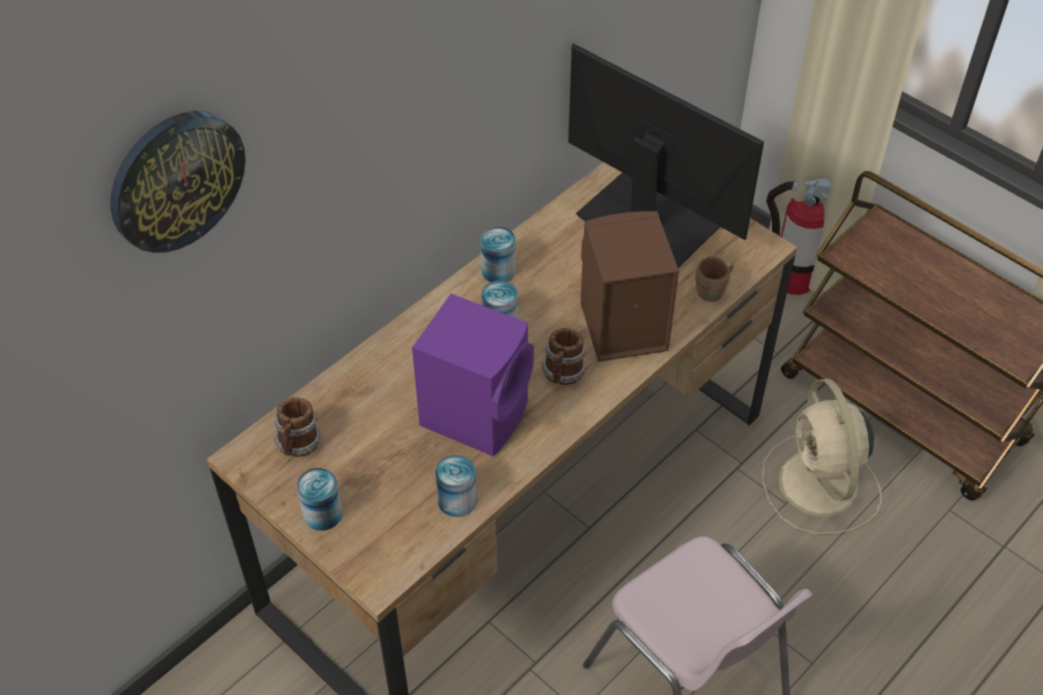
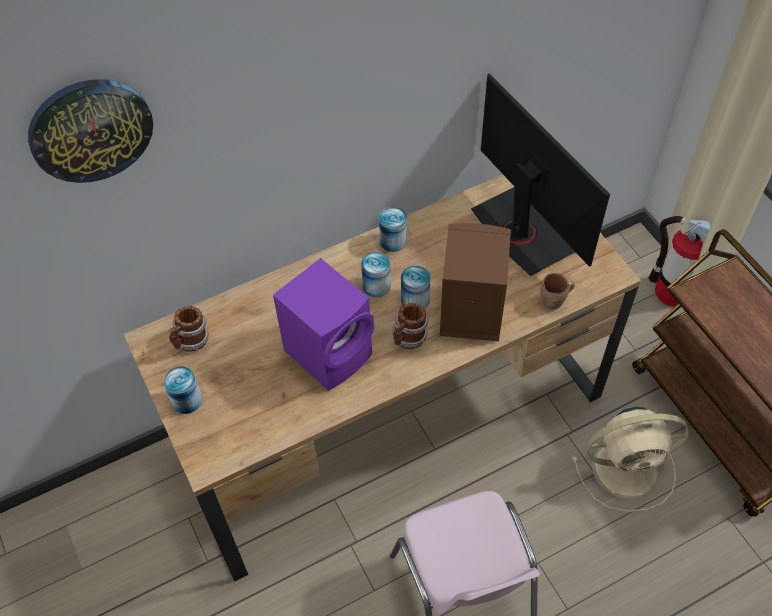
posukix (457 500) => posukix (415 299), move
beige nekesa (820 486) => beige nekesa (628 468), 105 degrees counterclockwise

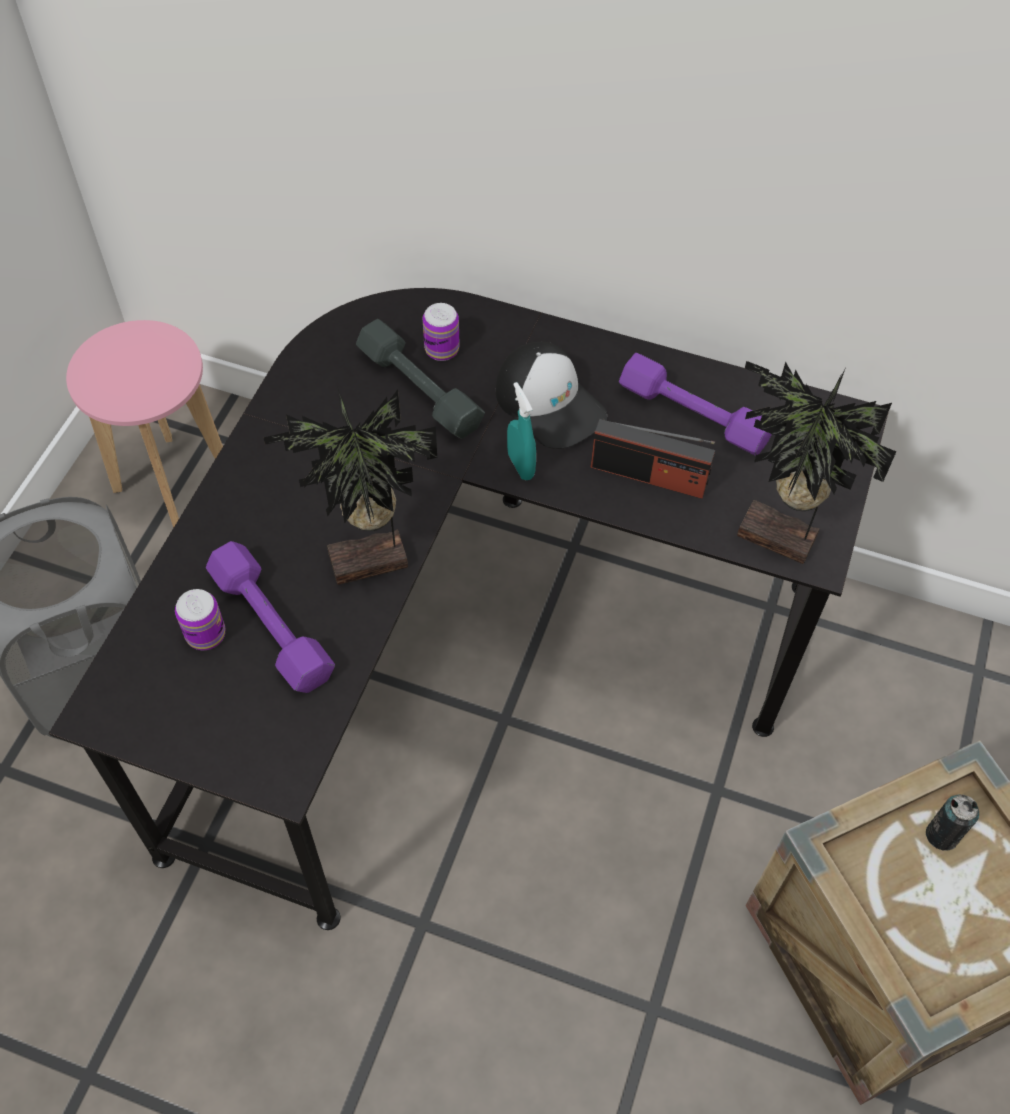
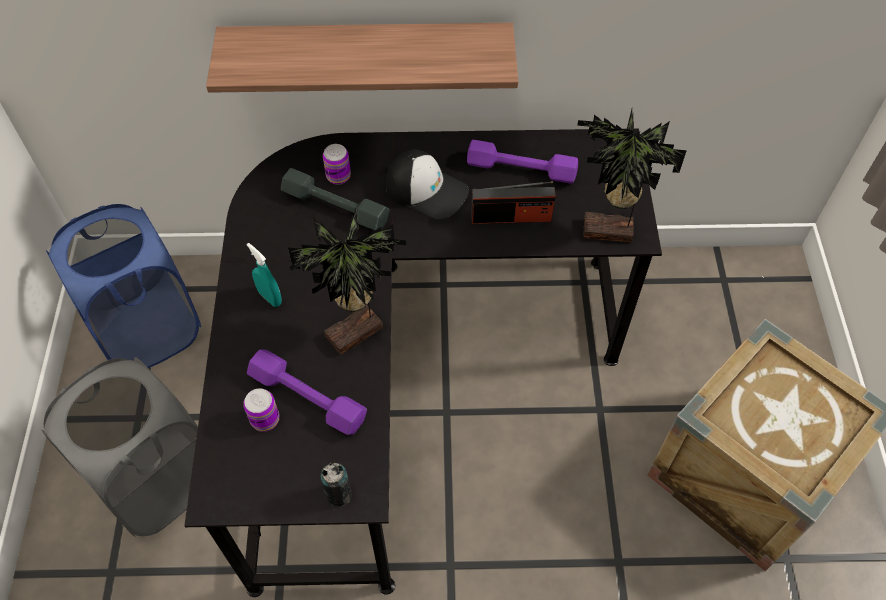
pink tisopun (172 482) => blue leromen (148 330)
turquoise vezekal (520 466) => turquoise vezekal (270 297), move
posukix (941 835) => posukix (339 494), move
nothing => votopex (367 53)

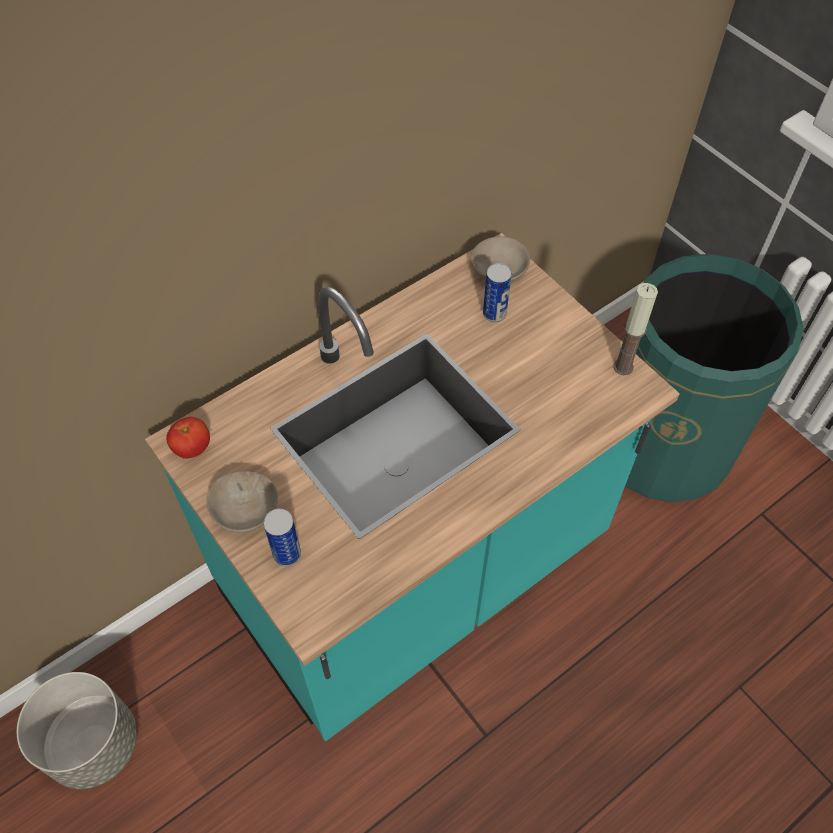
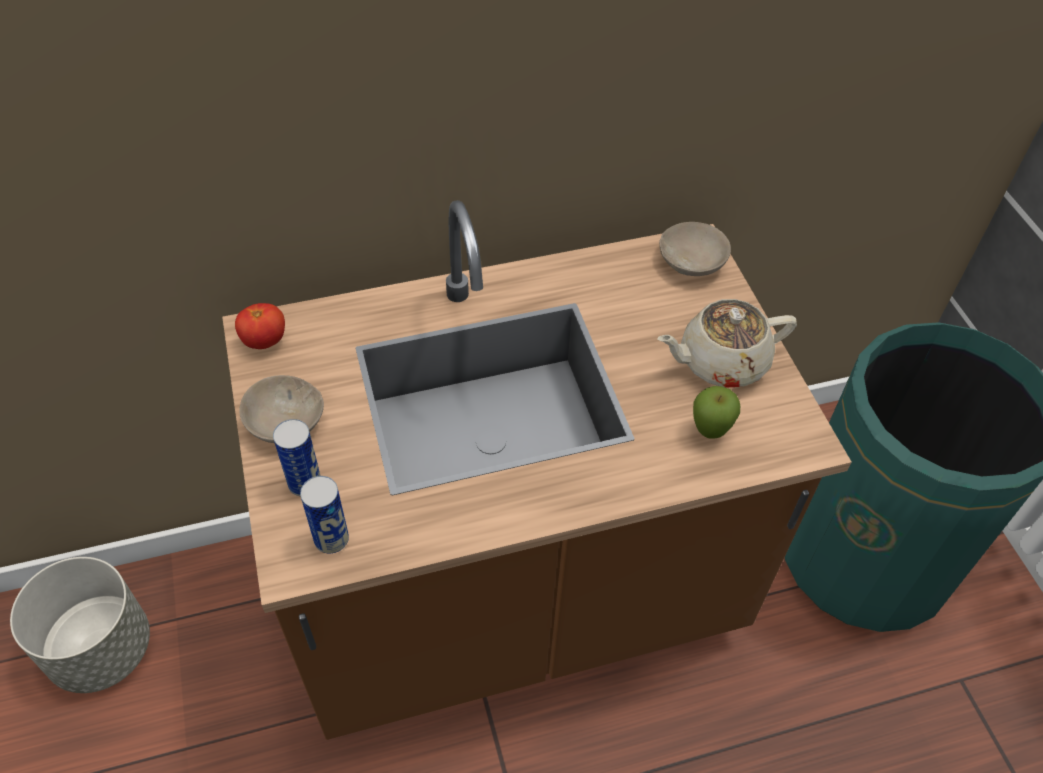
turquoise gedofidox (416 571) => brown gedofidox (515 595)
posukix (494 314) => posukix (331 539), move
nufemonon (623 367) => nothing
nothing => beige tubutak (721 362)
nothing => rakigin (709 432)

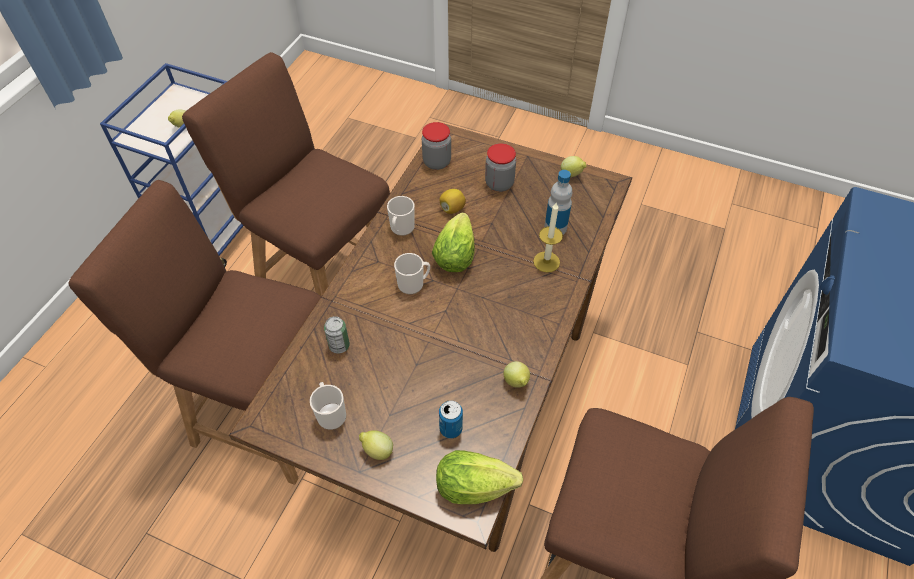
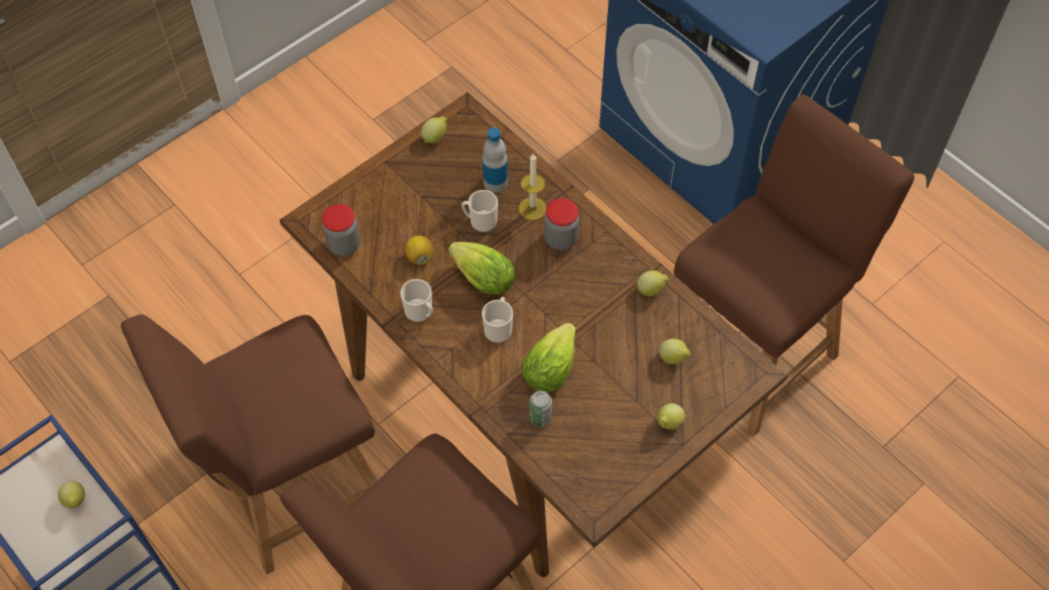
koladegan (330 413) => koladegan (480 221), move
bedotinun (479 486) => bedotinun (552 366), move
posukix (451 429) => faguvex (673 358)
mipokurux (499 184) => mipokurux (561 239), move

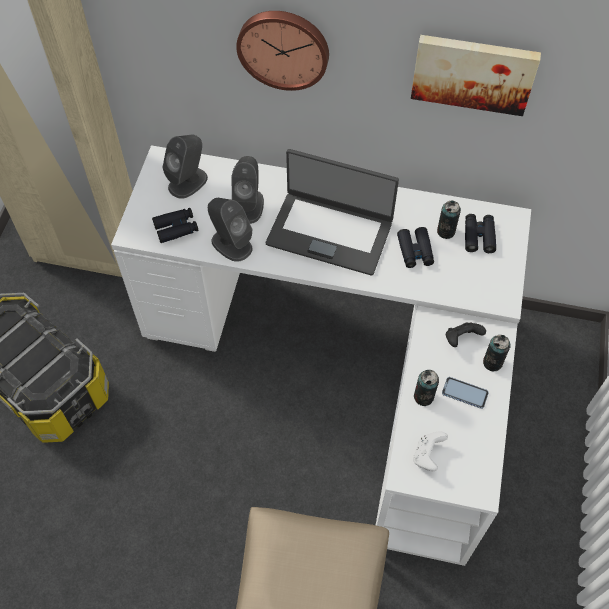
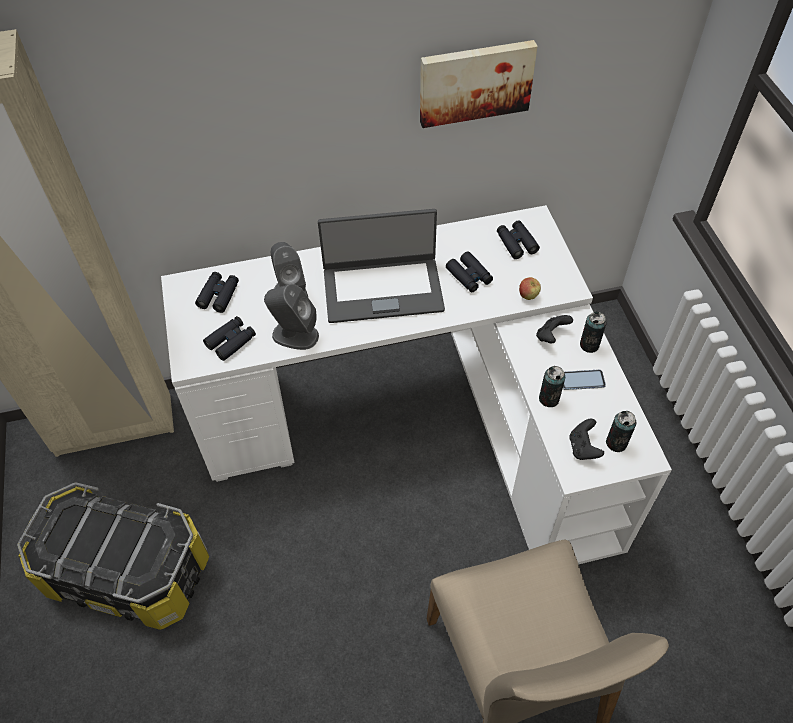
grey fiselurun (188 182) => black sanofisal (219 295)
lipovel (284 48) => nothing
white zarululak (427 455) => black zarululak (583 448)
posukix (446 231) => posukix (616 443), move
nothing => rakigin (528 296)

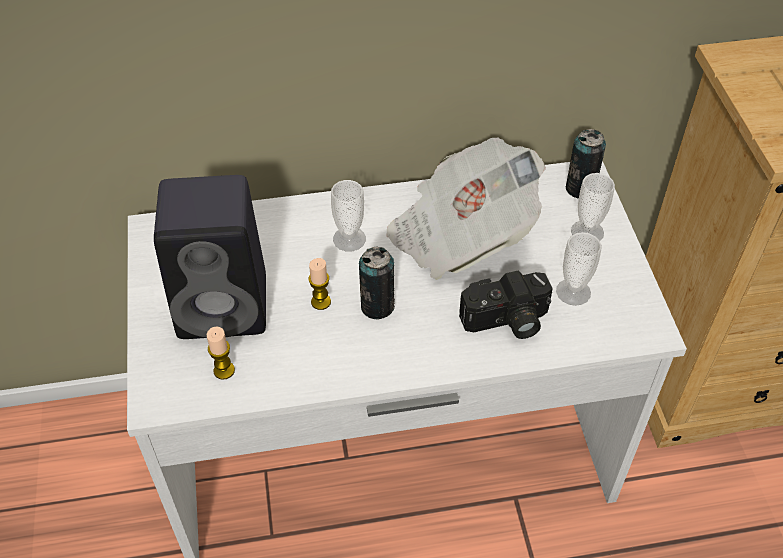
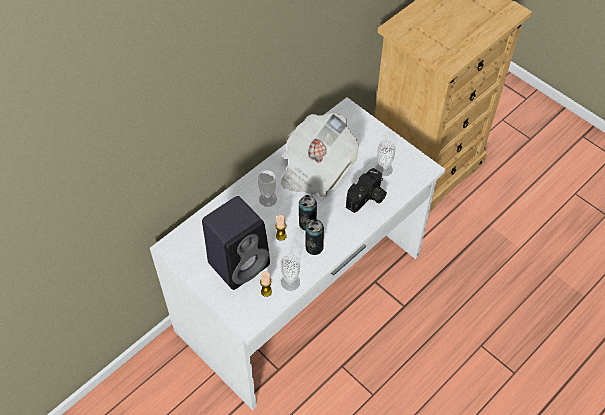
posukix (580 188) => posukix (314 247), move
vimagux (587 232) => vimagux (290 282), move

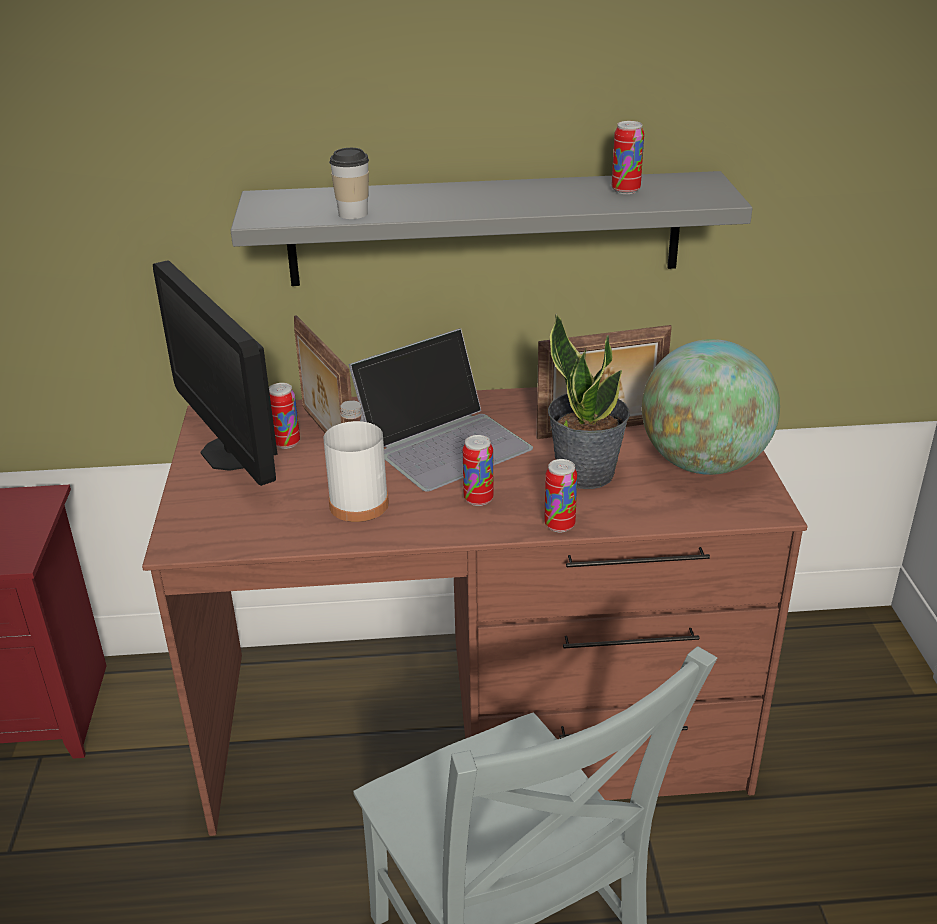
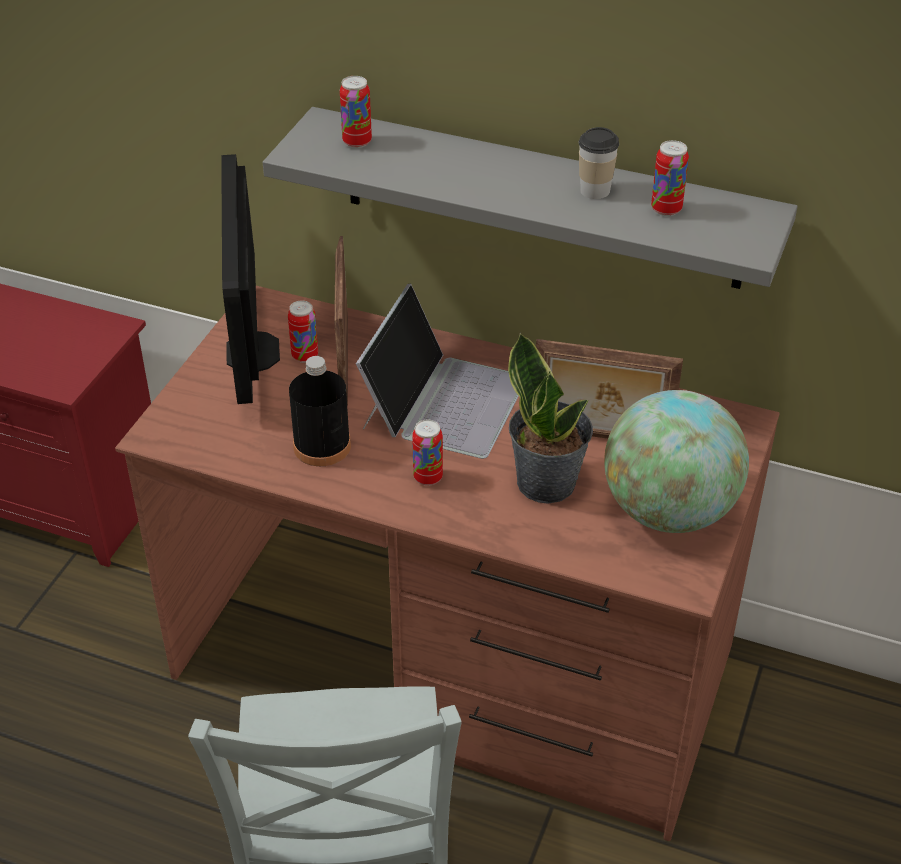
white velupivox (359 504) => black velupivox (322 446)
vimagux (353 214) => vimagux (595 190), move
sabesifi (443 441) => sabesifi (444 400), 60 degrees counterclockwise
posukix (559 525) => posukix (357 142), move

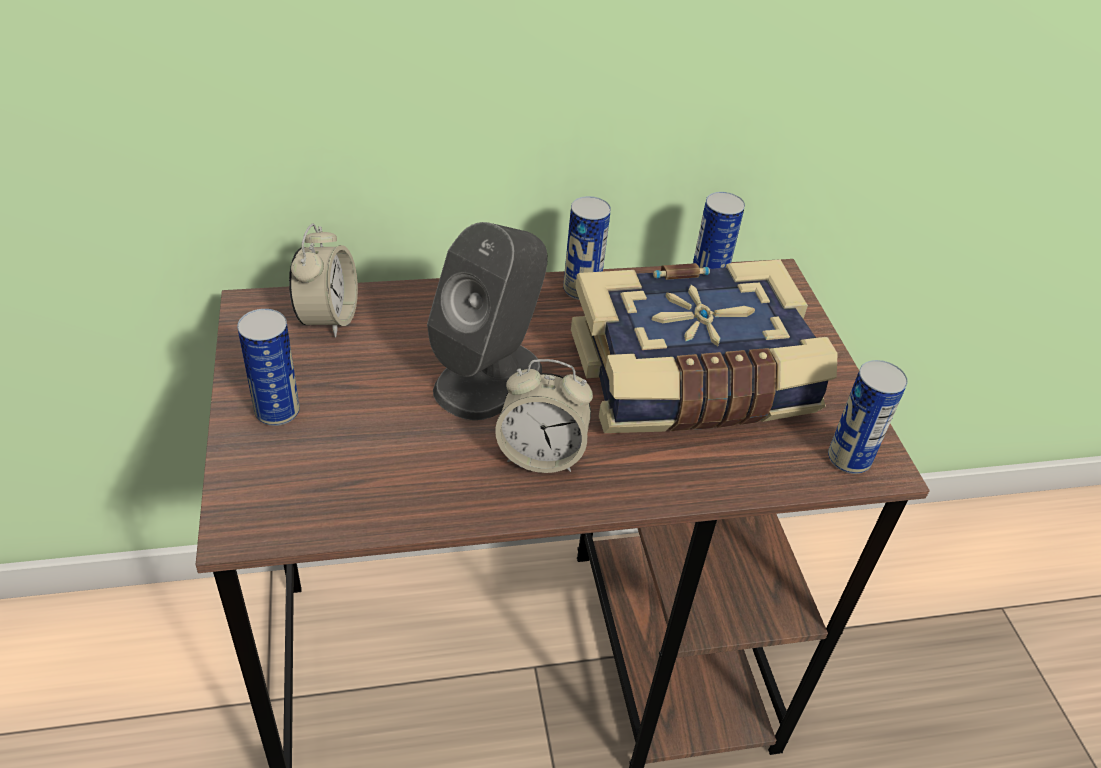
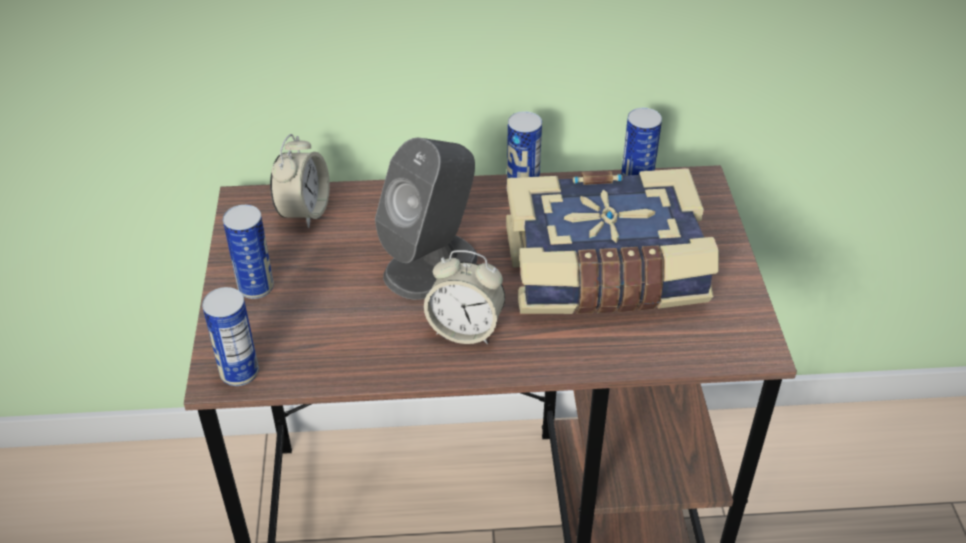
posukix (849 459) => posukix (239 372), move

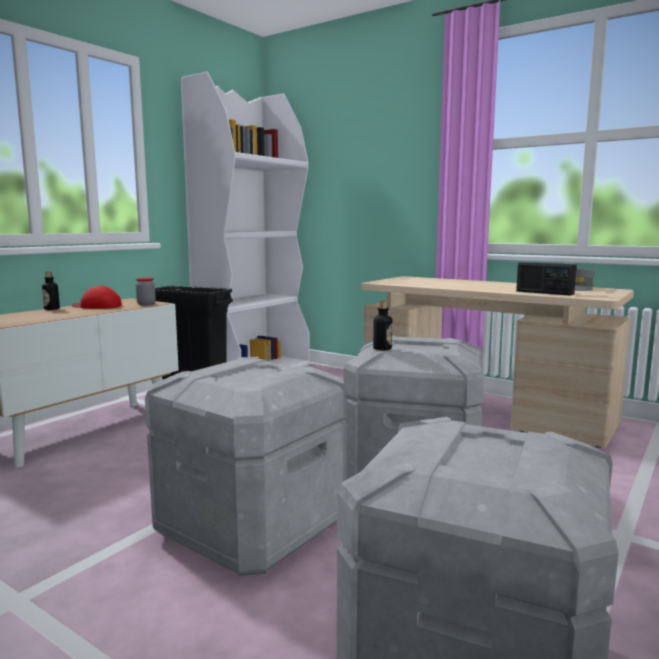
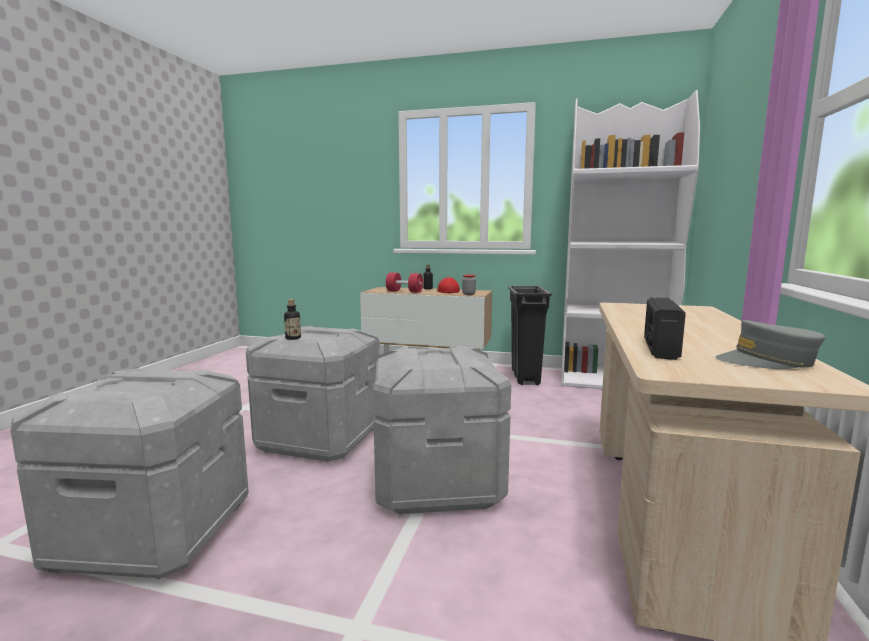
velupivox (382 348) => velupivox (293 338), move
nothing => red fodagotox (404 291)

